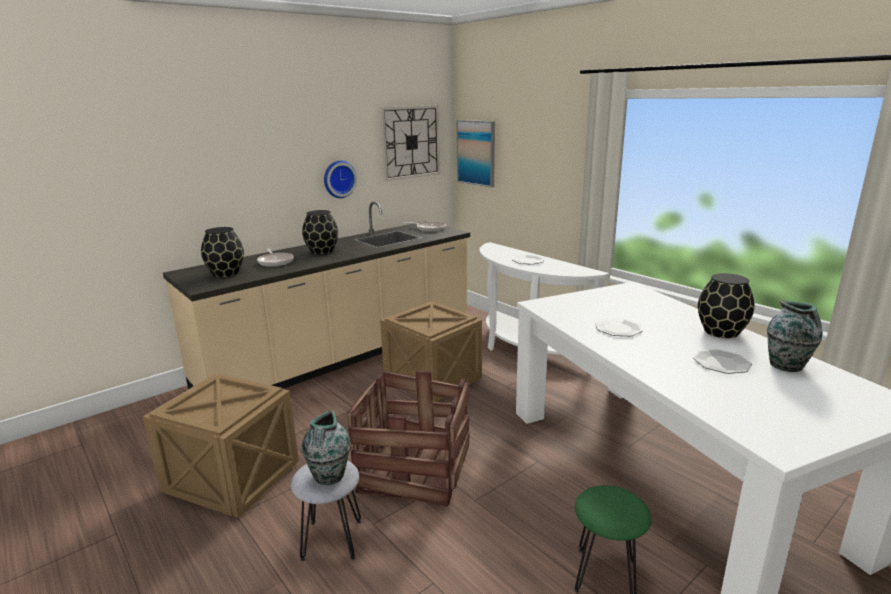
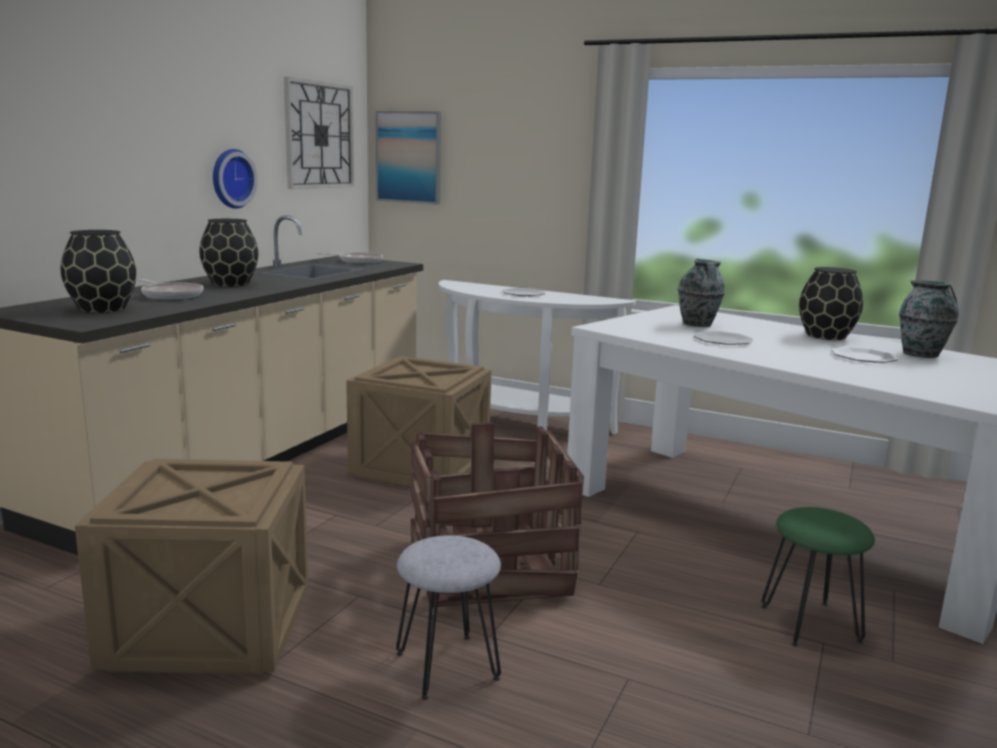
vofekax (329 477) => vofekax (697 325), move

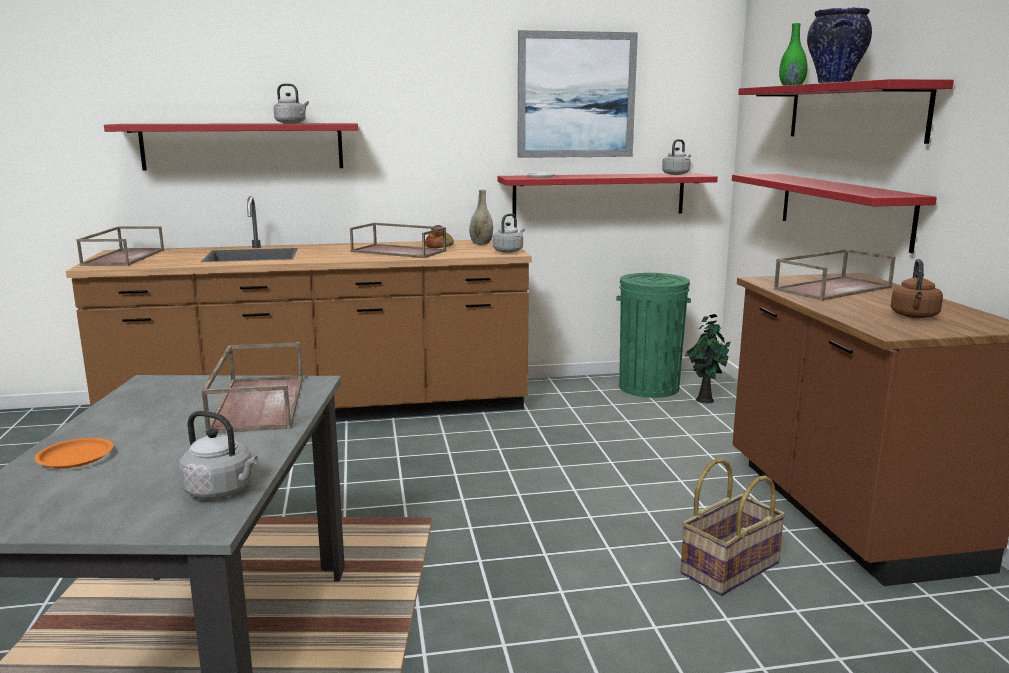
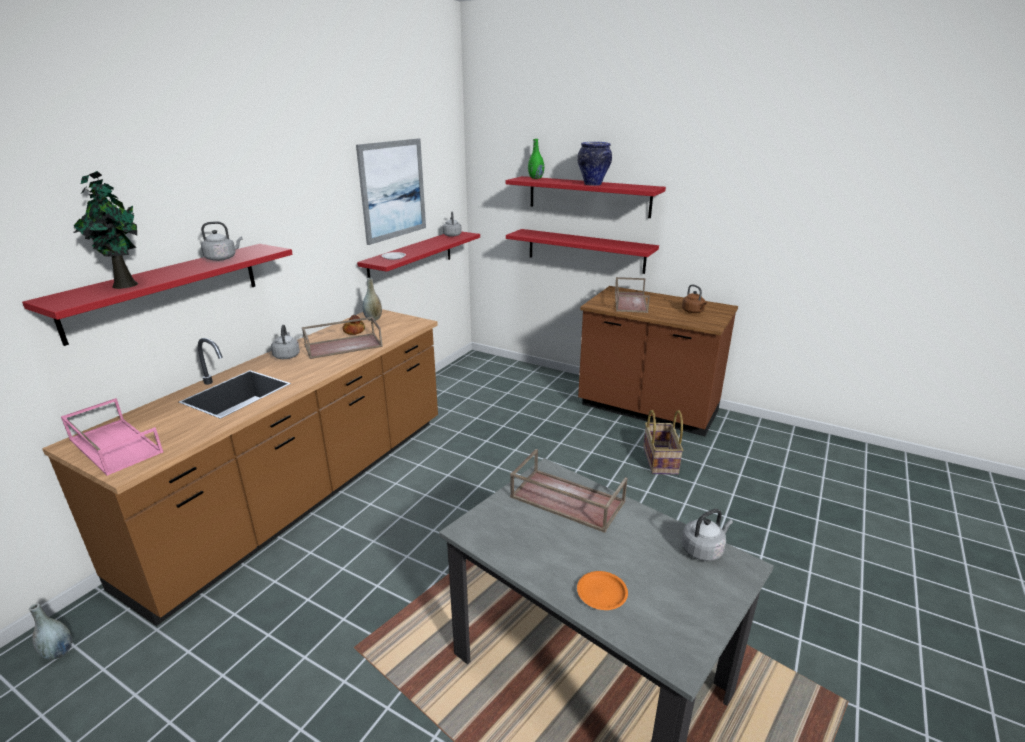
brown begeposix (123 257) => pink begeposix (114 446)
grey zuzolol (509 251) => grey zuzolol (287 355), move
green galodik (649 387) => nothing
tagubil (704 399) => tagubil (124 284), move
nothing => grey vofekax (59 652)

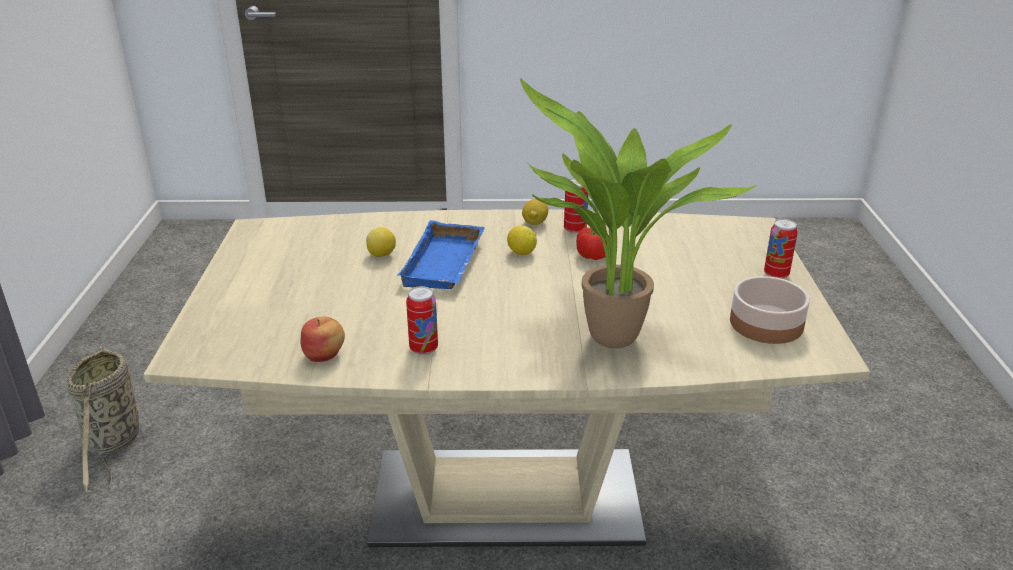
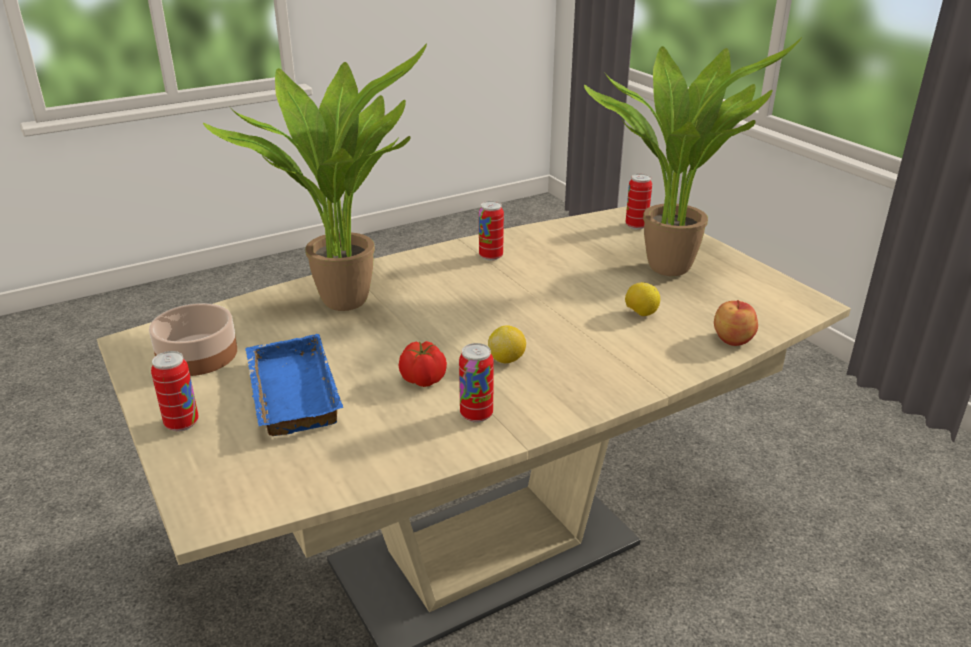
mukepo (113 443) => nothing
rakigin (324 355) => rakigin (731 340), move
blue begeposix (446 265) => blue begeposix (289 392), move
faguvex (535 223) => nothing
nothing => tagubil (672 266)
nothing => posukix (636 226)

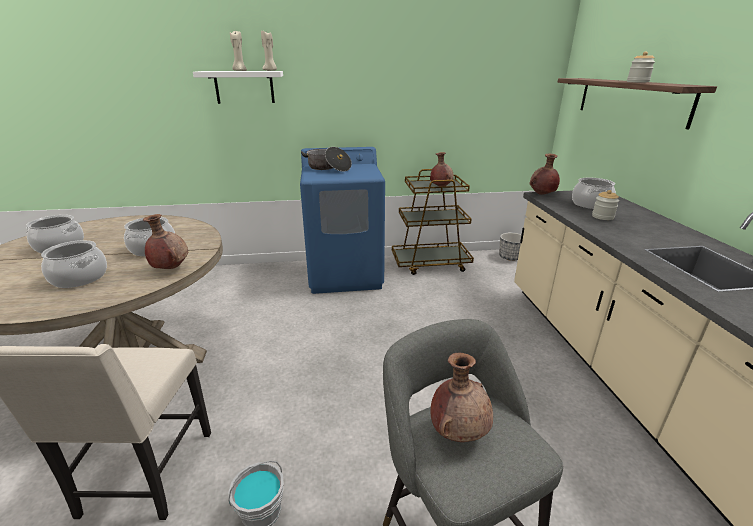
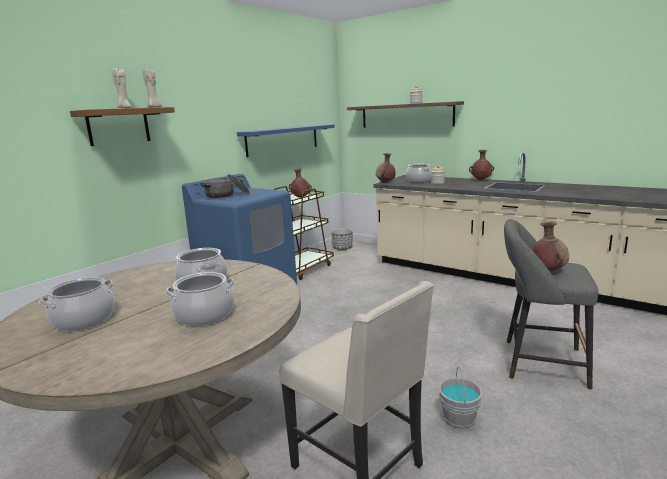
brown vofekax (170 268) => brown vofekax (480 180), move
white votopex (244 87) => brown votopex (118 126)
nothing => blue votopex (283 139)

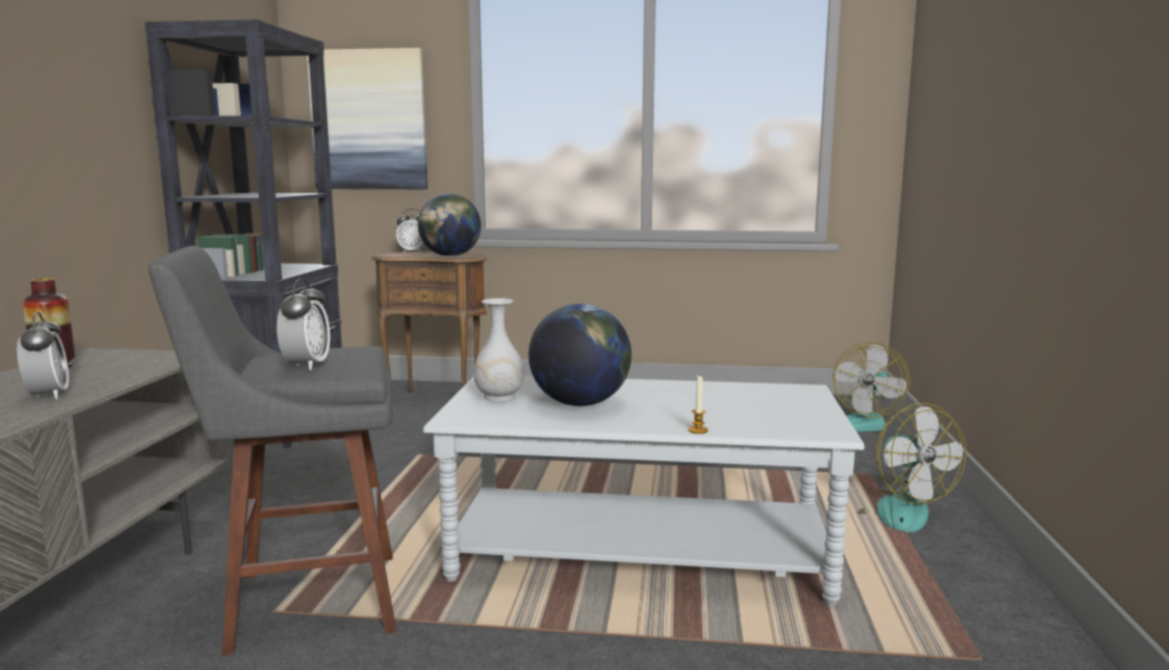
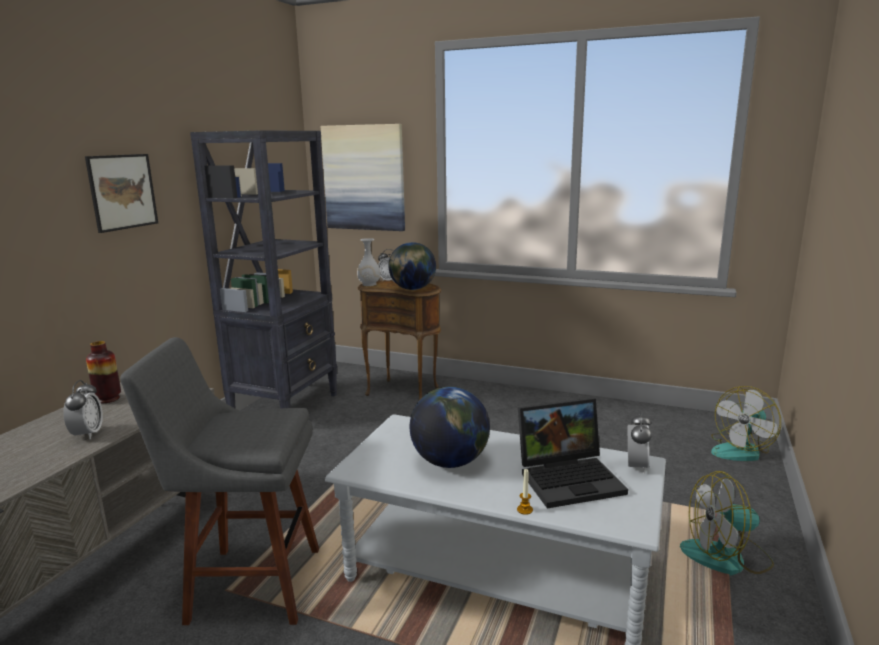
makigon (306 366) => makigon (636 466), move
white vofekax (499 397) => white vofekax (369 284), move
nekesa (890 510) => nekesa (726 557), 90 degrees clockwise
nothing => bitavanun (122 192)
nothing => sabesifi (570 478)

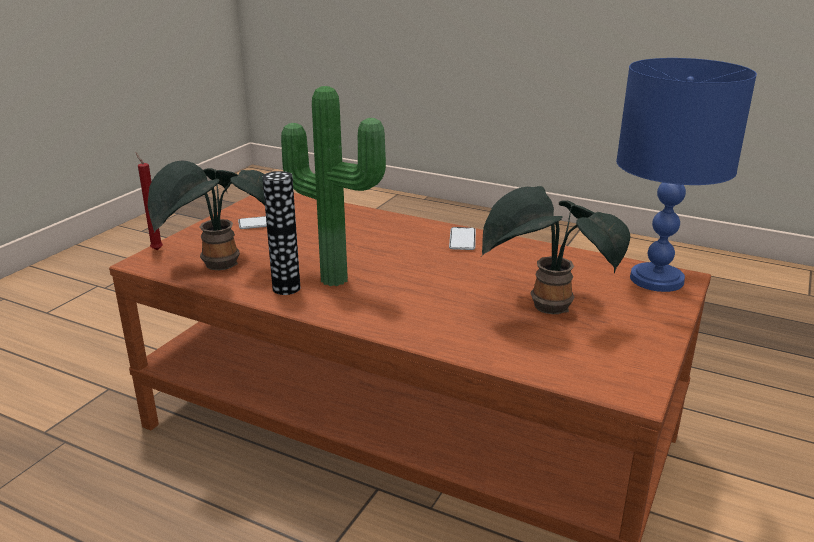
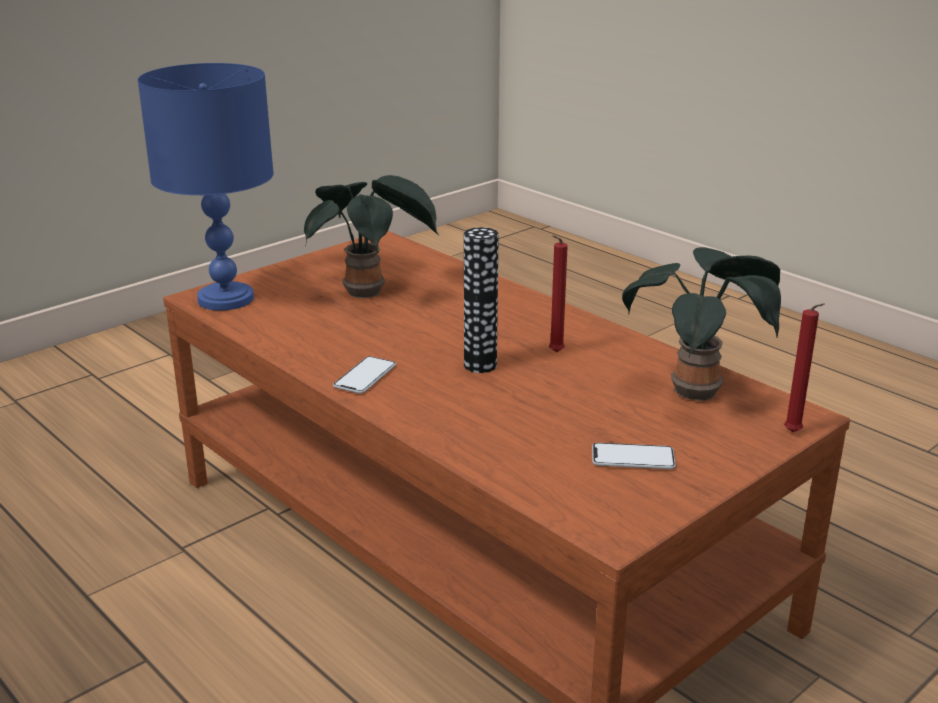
vofekax (286 288) => vofekax (480 365), move
tagubil (337 277) => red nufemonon (554 353)

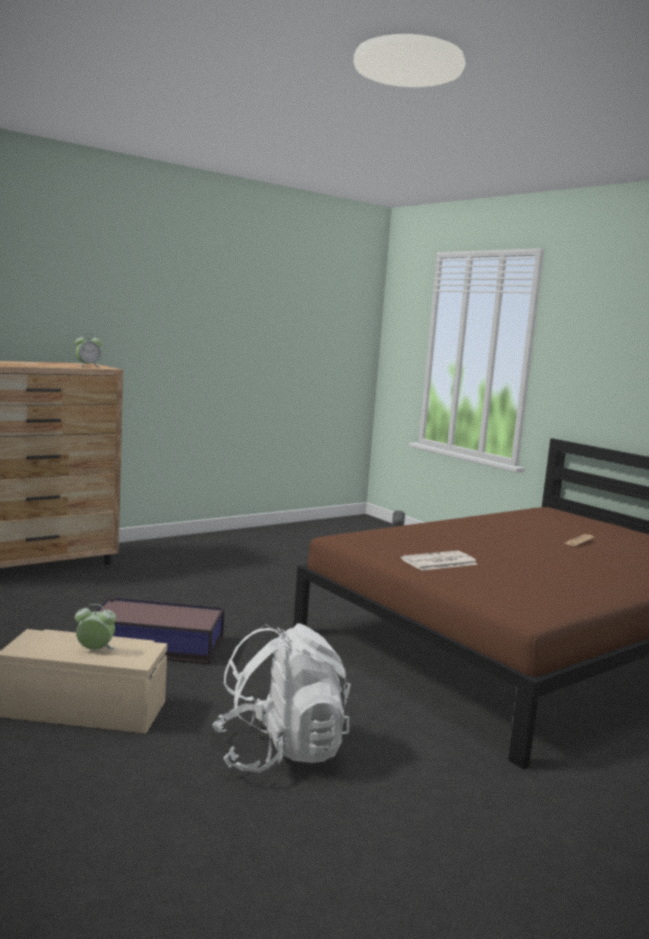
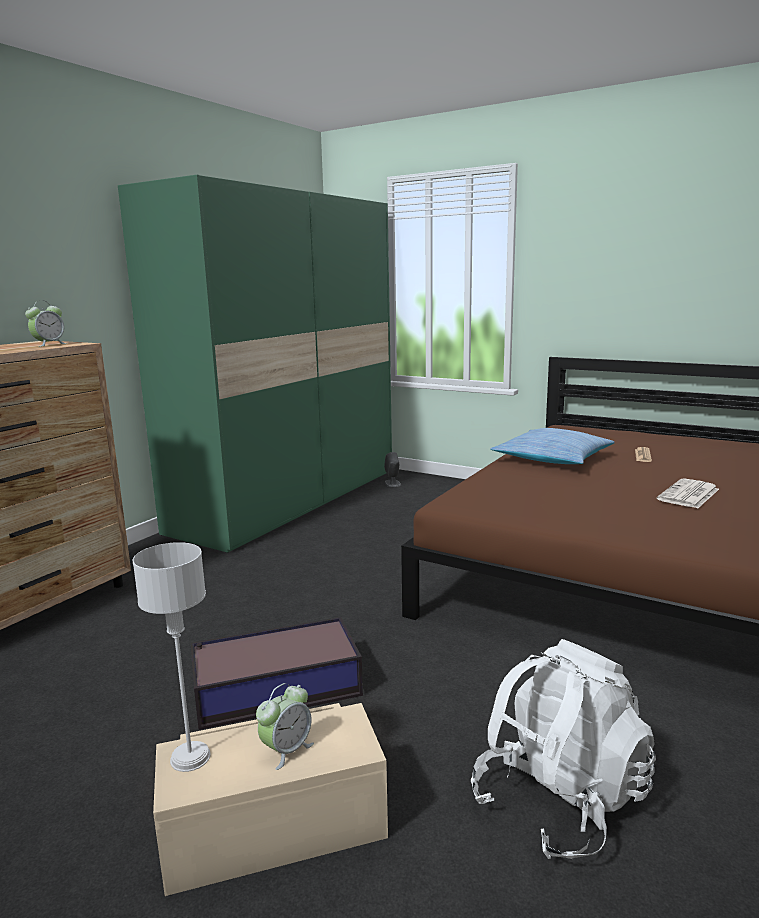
makigon (95 650) => makigon (286 750), 150 degrees clockwise
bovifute (438 562) => bovifute (688 495), move
nothing => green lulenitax (290 499)
nothing => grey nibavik (190 758)
nothing => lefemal (552 459)

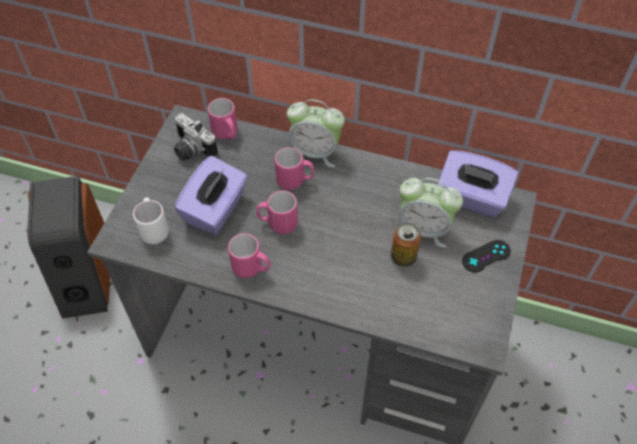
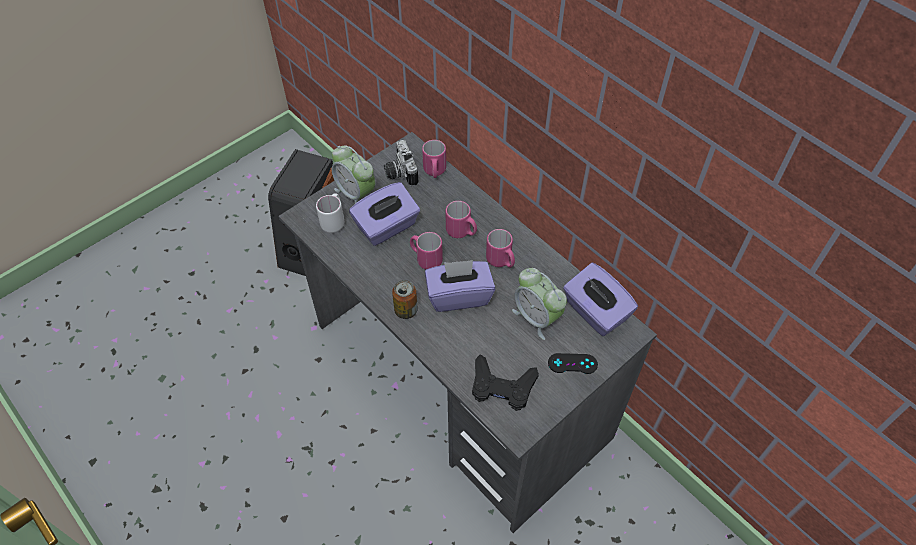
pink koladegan (252 268) => pink koladegan (501 261), move
makigon (315 152) => makigon (356 194), move
posukix (403 257) => posukix (406 310), move
nothing => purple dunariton (459 295)
nothing => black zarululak (502 387)

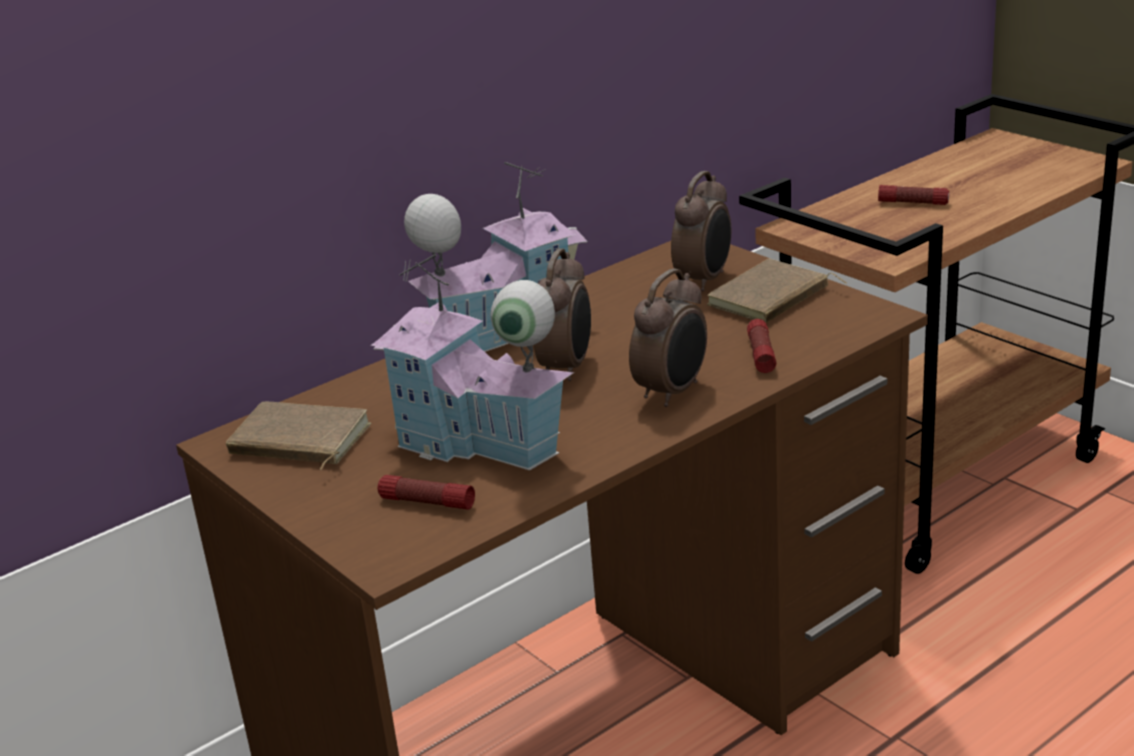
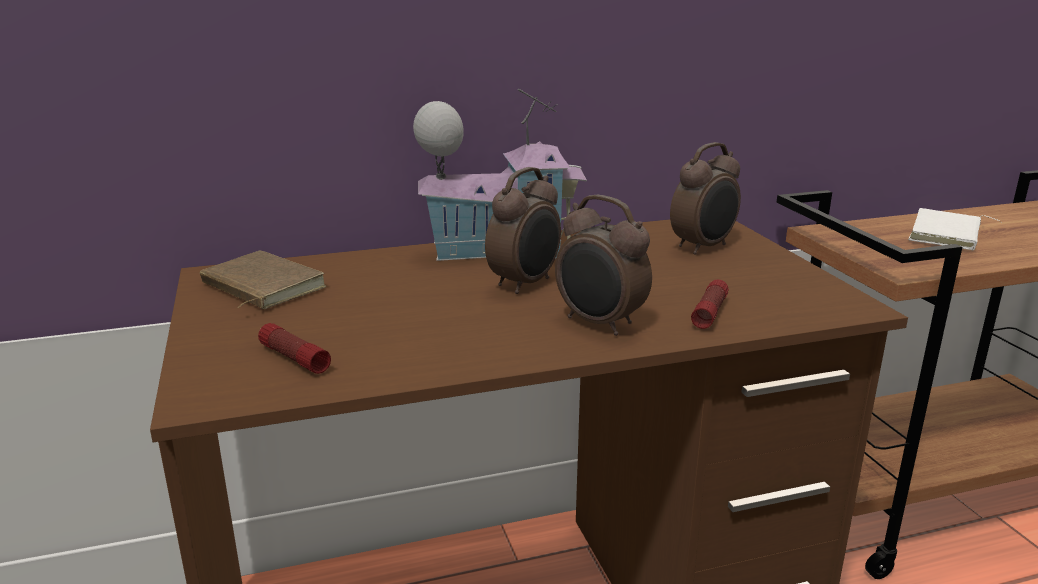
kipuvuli (477 444) => nothing
makigon (673 392) => makigon (599 324), 75 degrees clockwise
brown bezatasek (771 299) => nothing
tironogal (913 203) => white bezatasek (948 235)

